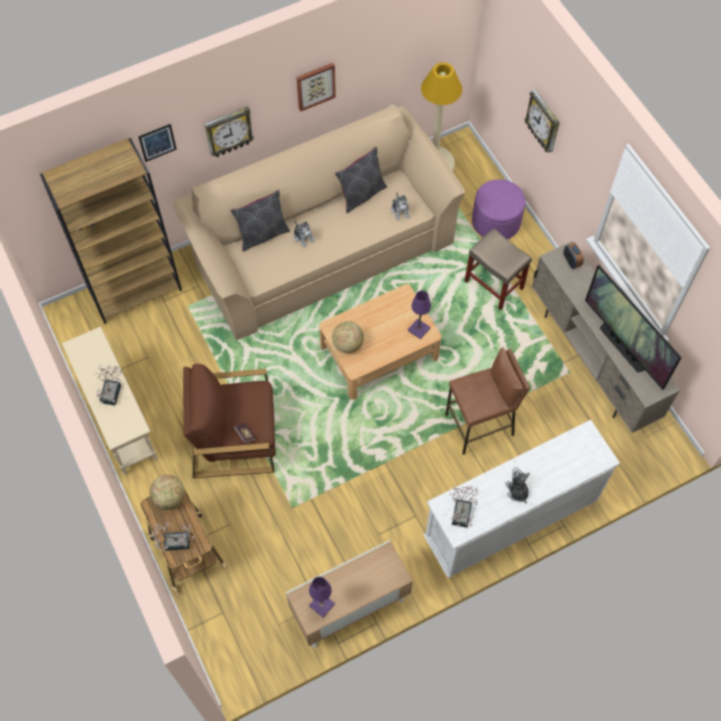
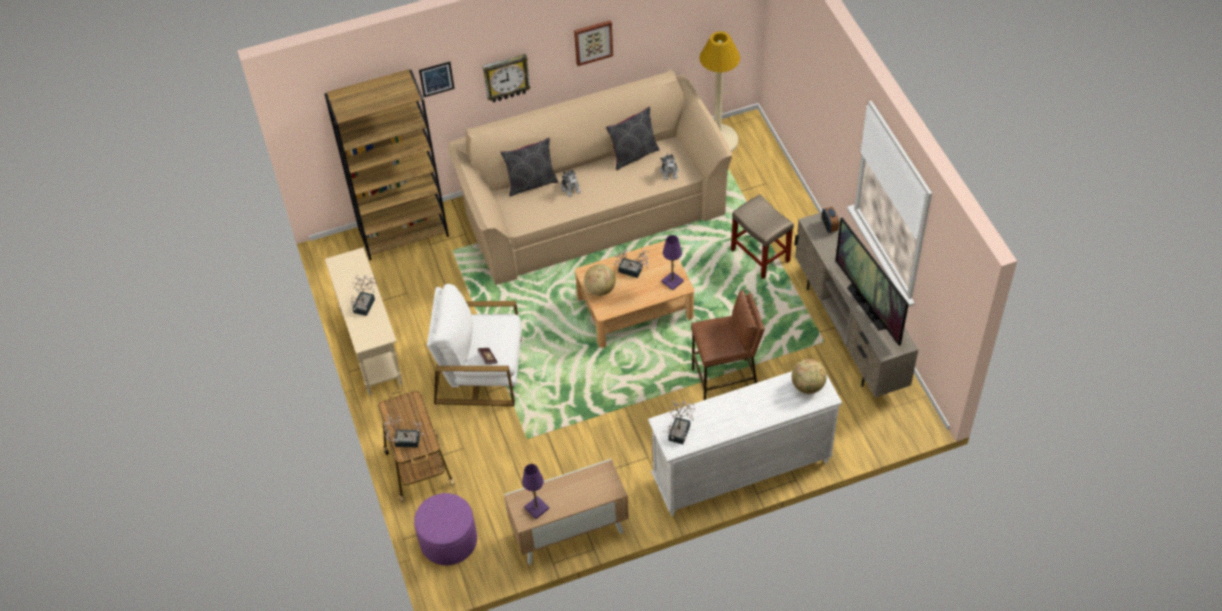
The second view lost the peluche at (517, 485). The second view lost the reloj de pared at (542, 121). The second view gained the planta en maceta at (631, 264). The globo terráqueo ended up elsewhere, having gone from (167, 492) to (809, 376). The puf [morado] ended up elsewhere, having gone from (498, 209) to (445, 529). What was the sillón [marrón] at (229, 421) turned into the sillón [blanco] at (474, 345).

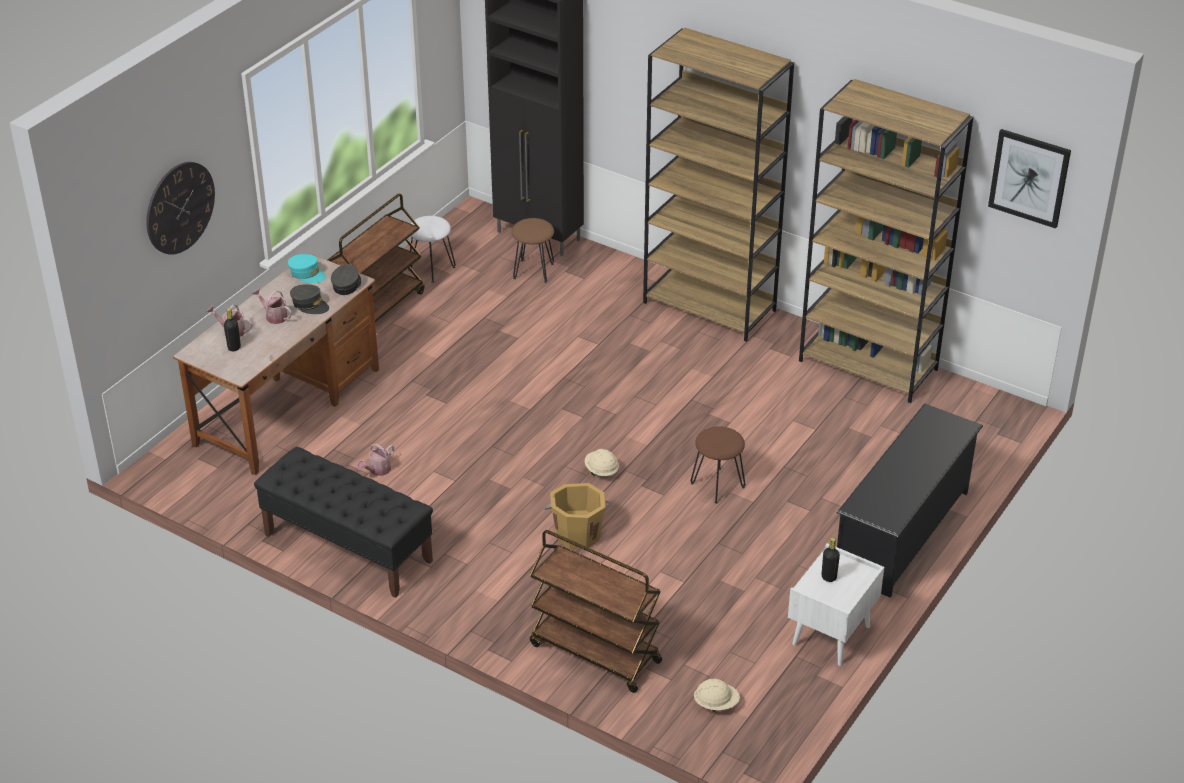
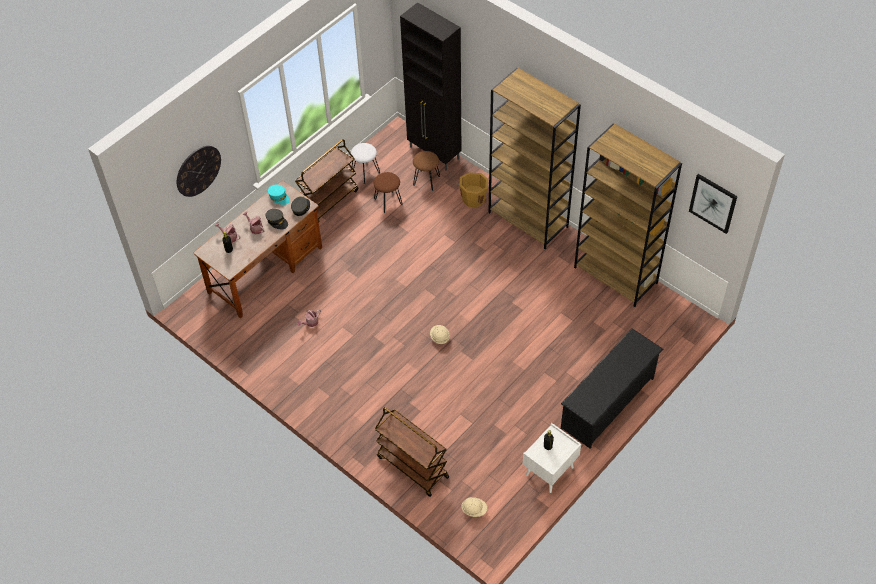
The second view lost the banco [negro] at (343, 522). The cubo [naranja] ended up elsewhere, having gone from (577, 516) to (474, 190). The taburete [marrón] ended up elsewhere, having gone from (718, 465) to (388, 192).

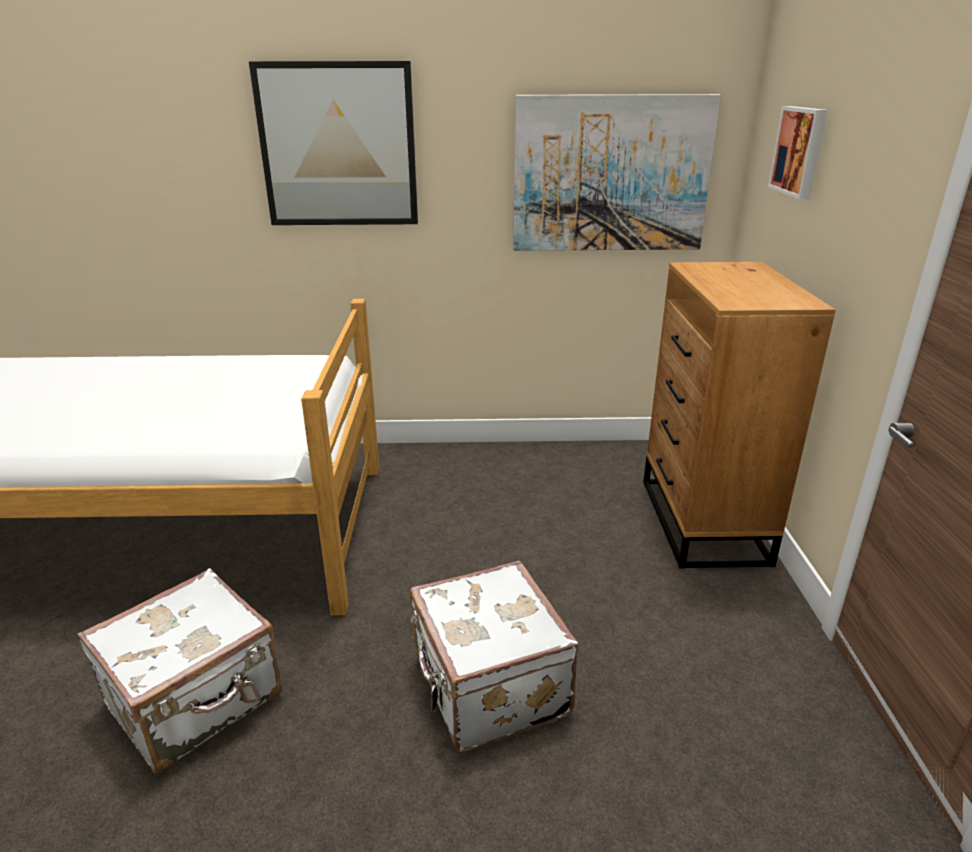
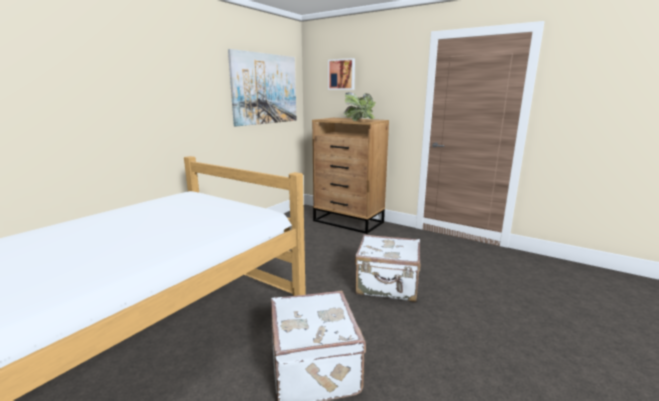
The second view lost the cuadro at (333, 143). The second view gained the planta en maceta at (360, 106).

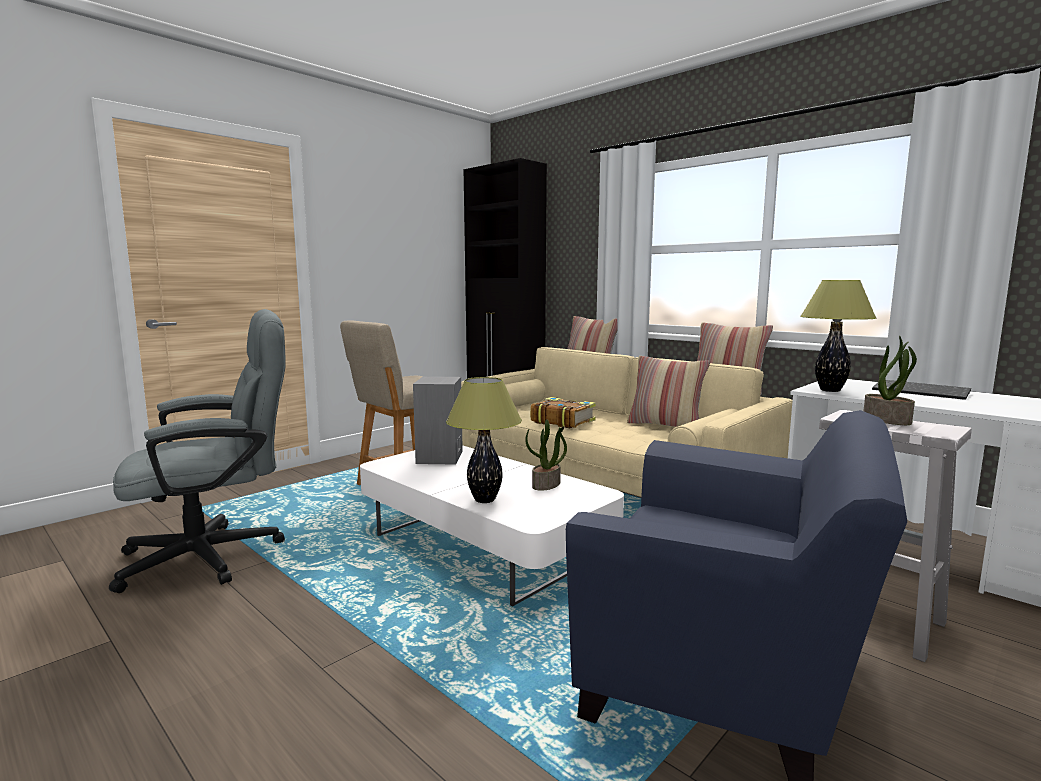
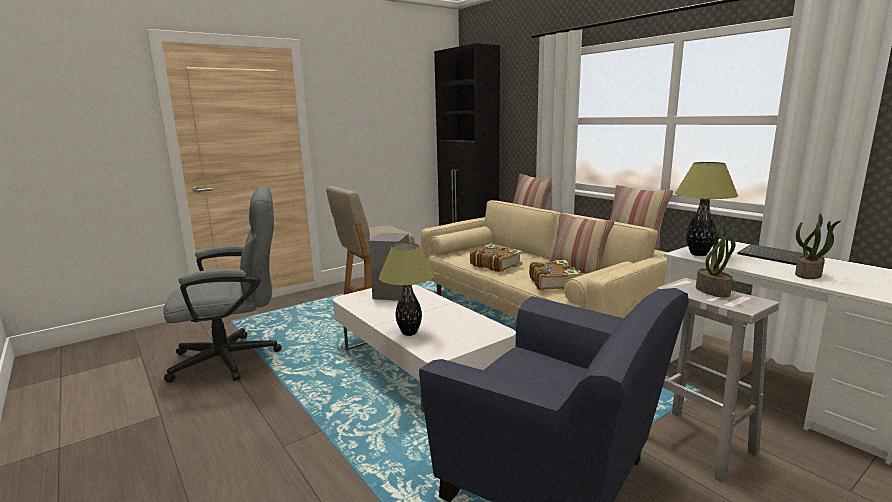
The second view gained the libro at (555, 275). The planta en maceta ended up elsewhere, having gone from (546, 455) to (818, 246).

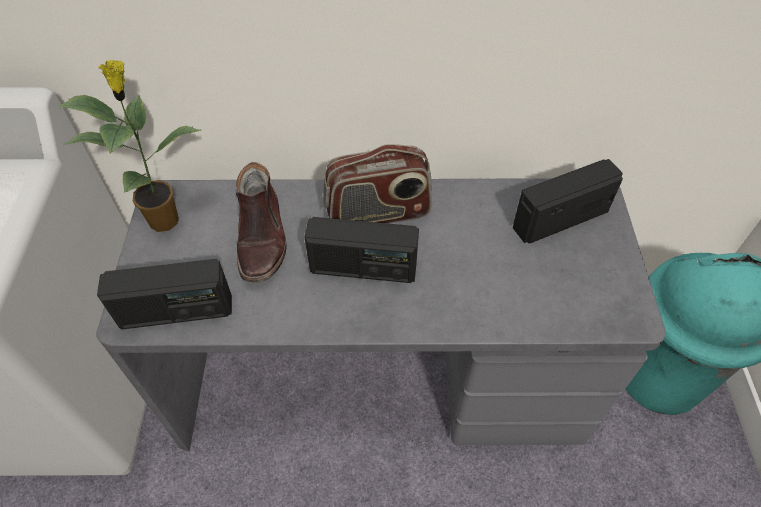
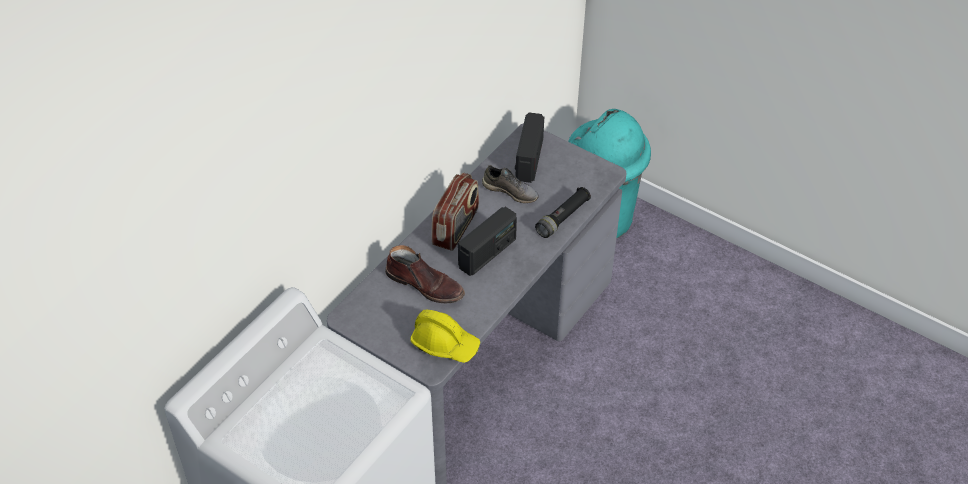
The second view lost the planta en maceta at (129, 146). The second view gained the zapato [gris] at (510, 184). The second view gained the linterna [negro] at (563, 212). Where the radio stood at (164, 294), the casco [amarillo] came to stand at (445, 336).

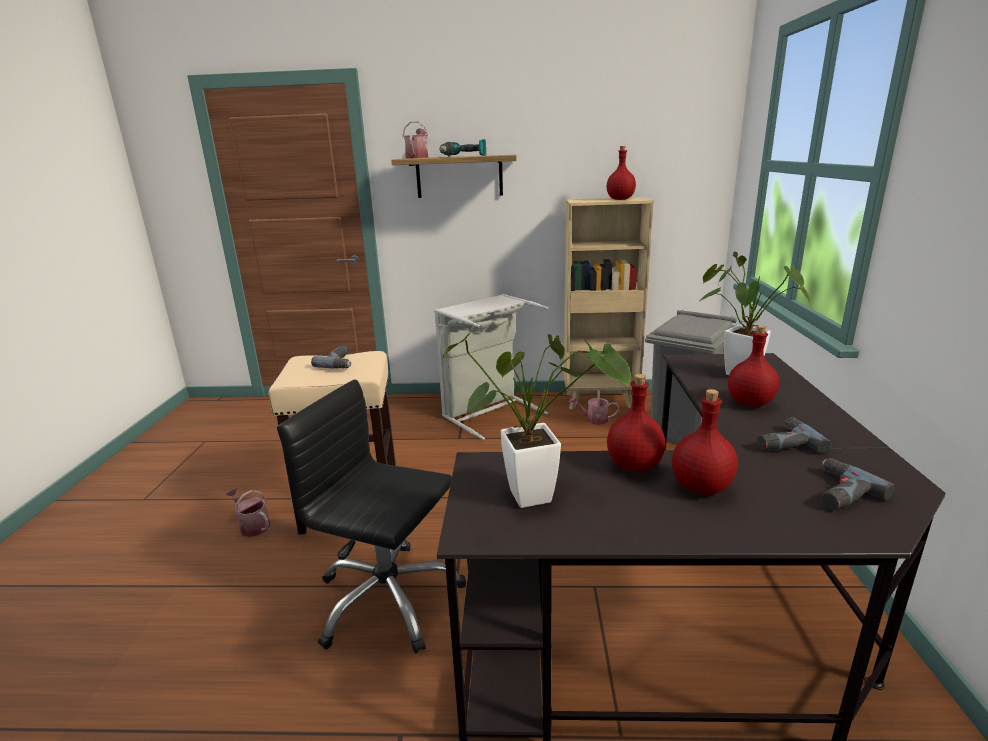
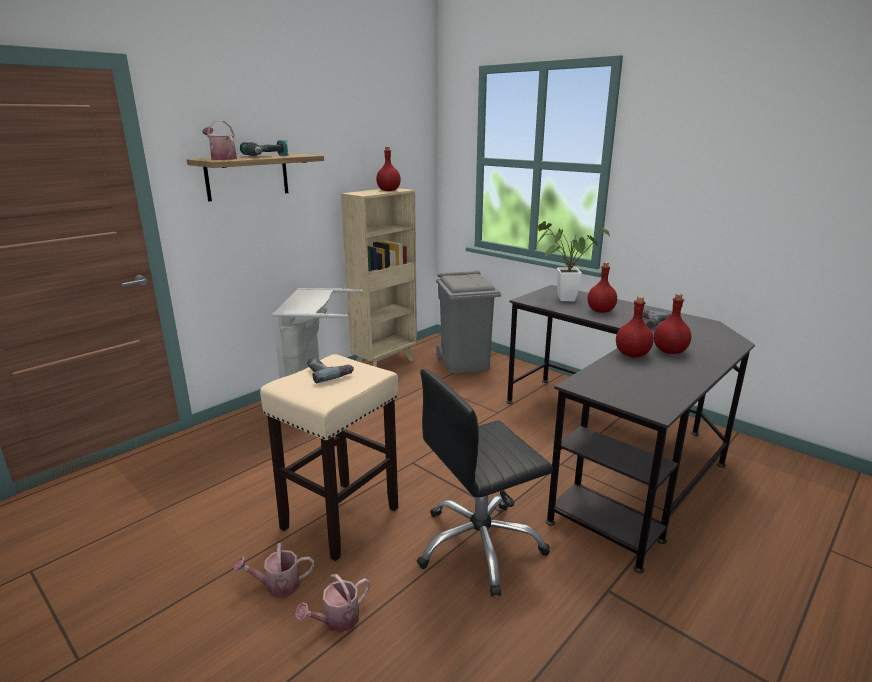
The second view lost the planta en maceta at (537, 420). The second view lost the taladro at (858, 484). The regadera ended up elsewhere, having gone from (594, 407) to (332, 603).

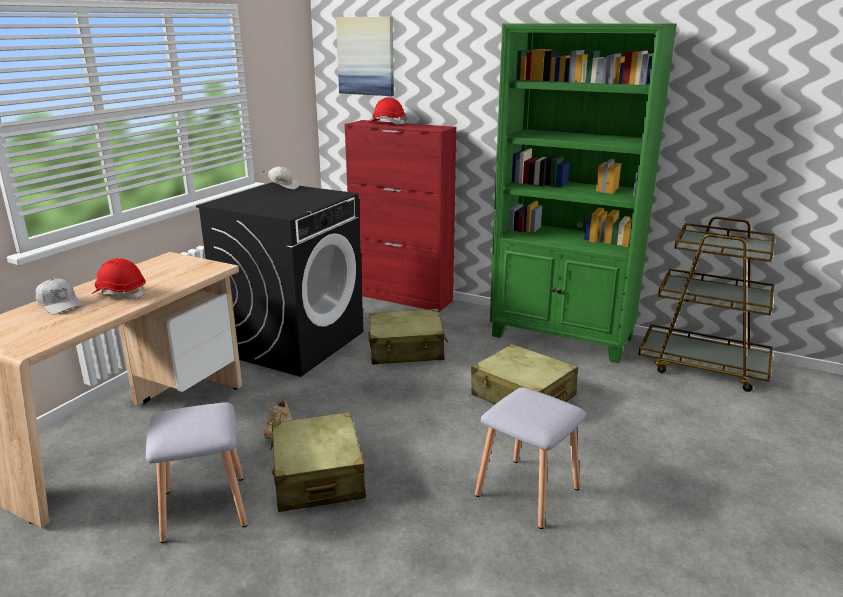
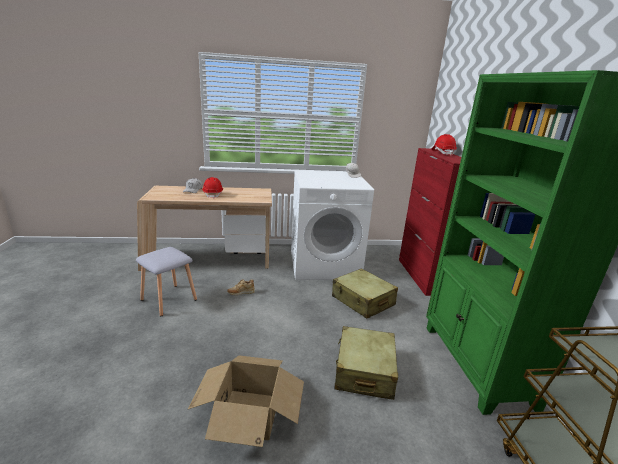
The second view lost the maleta [beis] at (318, 462). The second view lost the cuadro at (365, 56). Where the taburete [gris] stood at (530, 458), the caja de cartón came to stand at (246, 401). What was the lavadora [negro] at (279, 279) turned into the lavadora [blanco] at (332, 225).

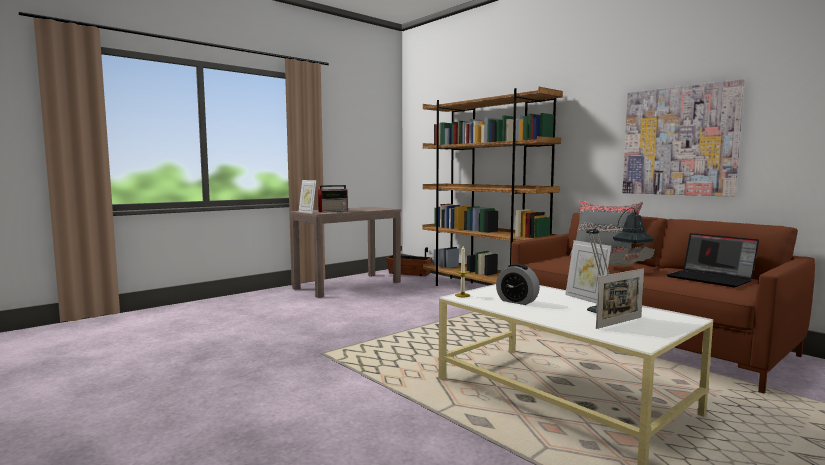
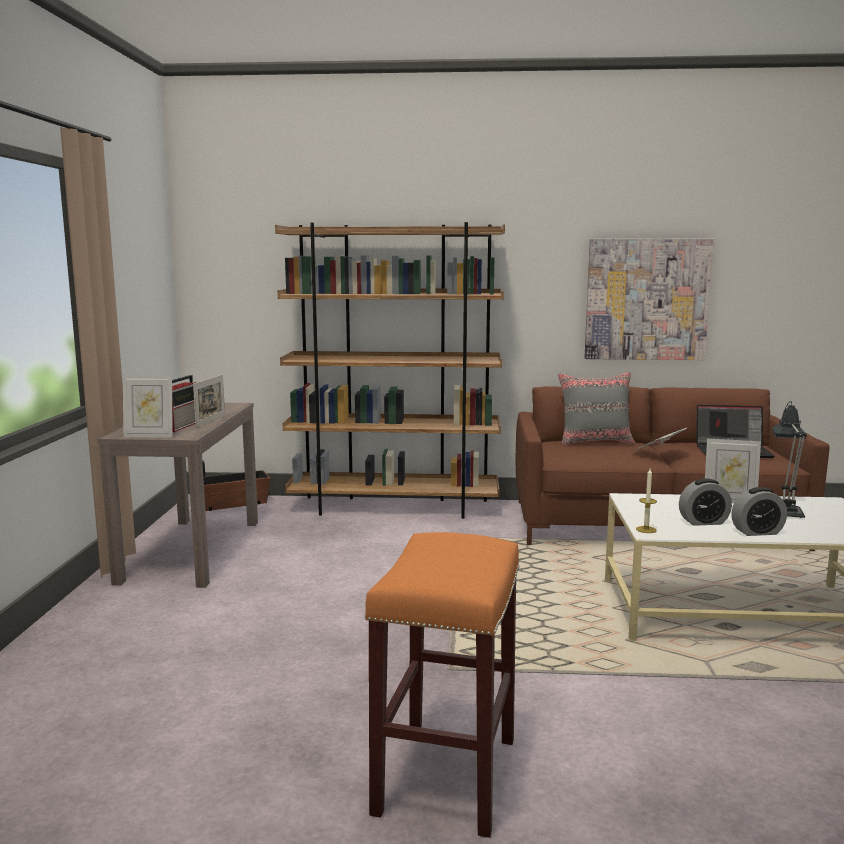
The second view gained the taburete [naranja] at (442, 685). The second view gained the despertador at (759, 511). The portarretratos ended up elsewhere, having gone from (620, 299) to (209, 401).

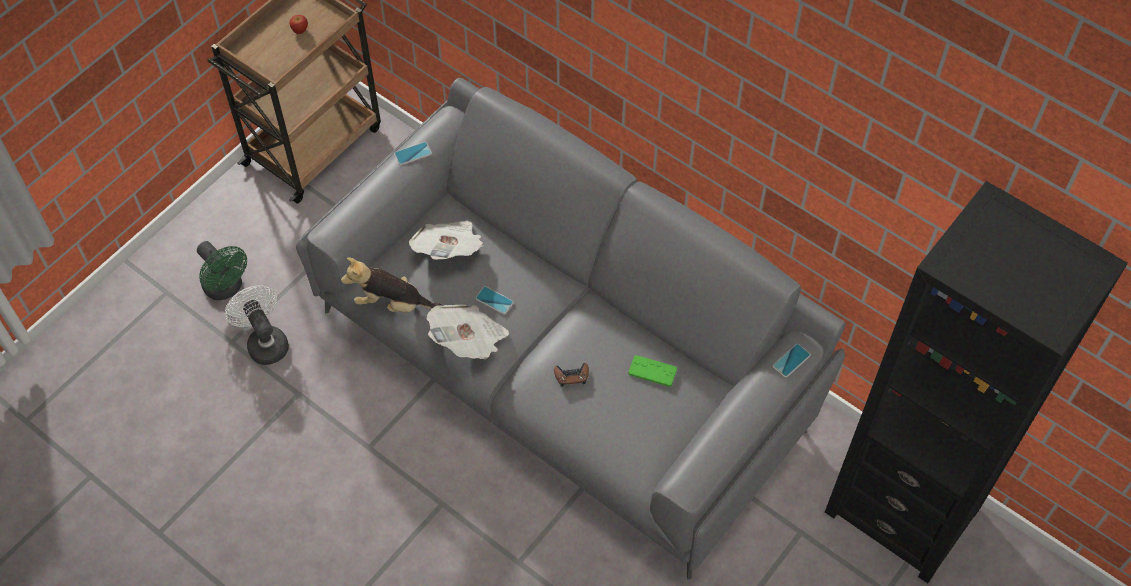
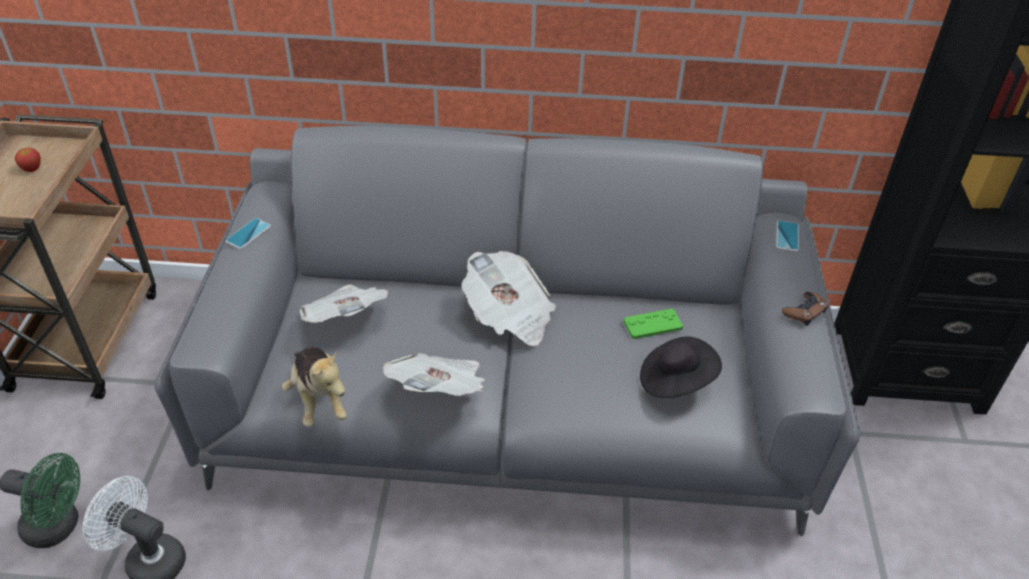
The second view lost the móvil at (494, 300). The second view gained the periódico at (508, 298). The second view gained the sombrero [negro] at (681, 367). The mando de consola [marrón] ended up elsewhere, having gone from (571, 375) to (805, 309). The peluche at (391, 285) ended up facing another way, 90 degrees counterclockwise from before.

